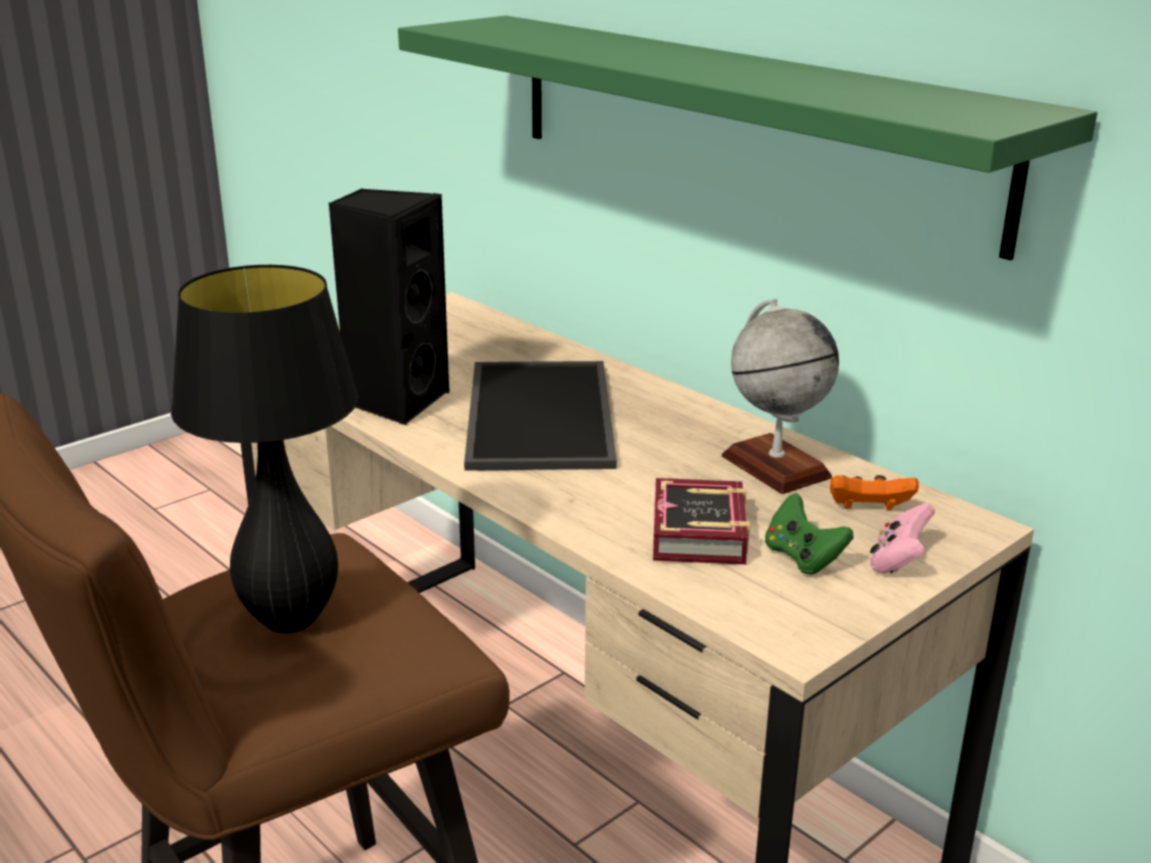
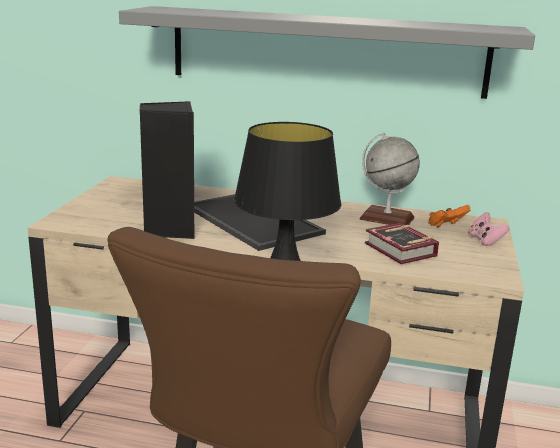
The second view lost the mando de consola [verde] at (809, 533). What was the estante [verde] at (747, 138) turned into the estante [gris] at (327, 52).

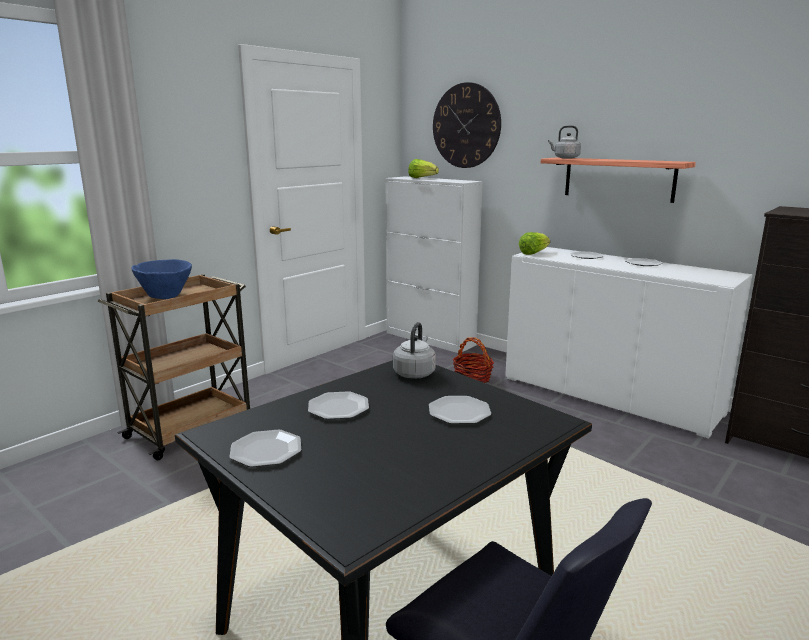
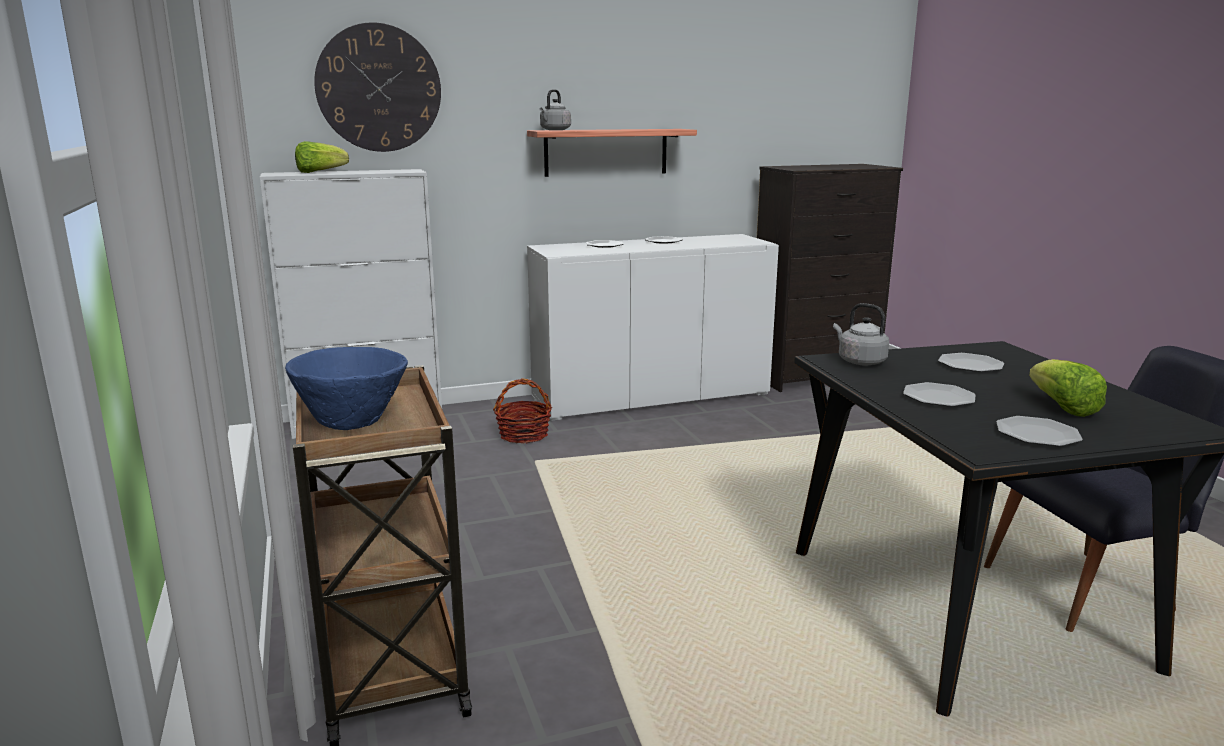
The lechuga ended up elsewhere, having gone from (534, 243) to (1068, 388).

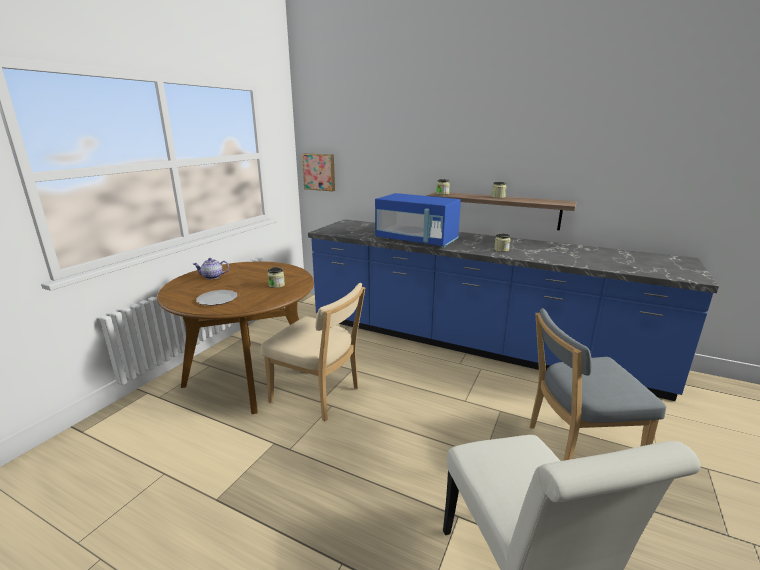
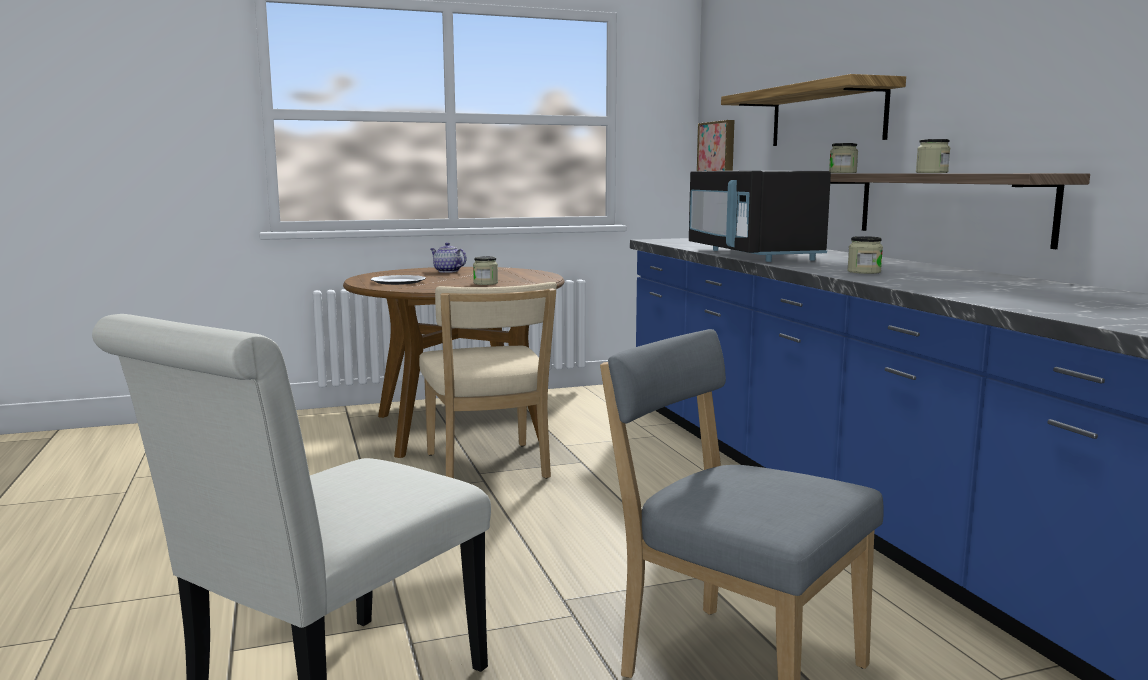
The second view gained the estante at (813, 110). What was the microondas [azul] at (418, 220) turned into the microondas [negro] at (760, 216).

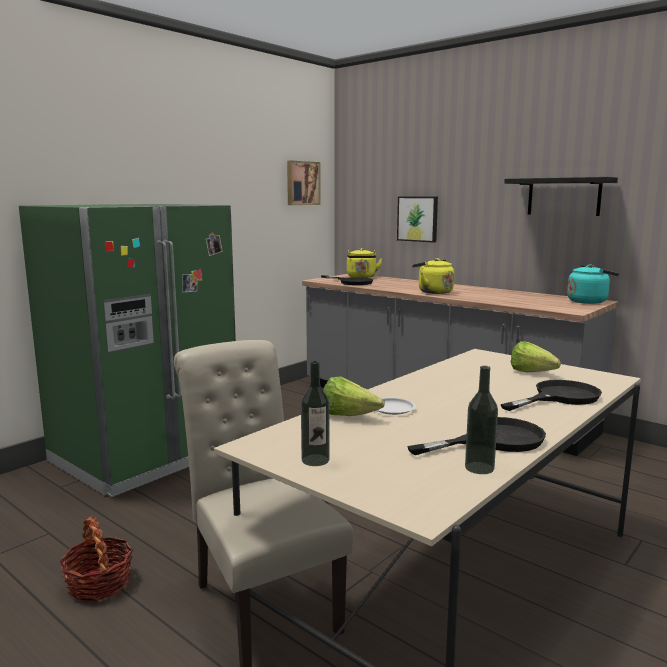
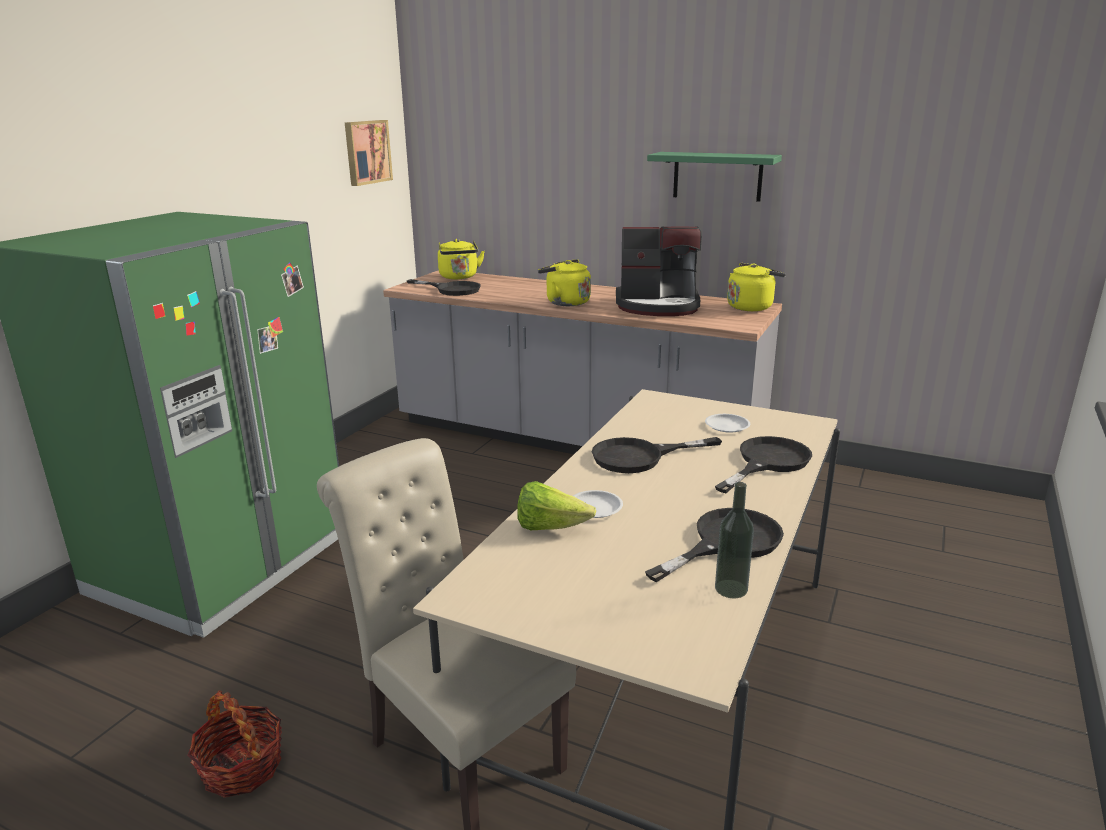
The second view lost the botella at (315, 413). The second view lost the cuadro at (417, 220). The second view gained the sartén [negro] at (657, 455). The second view gained the cafetera at (659, 271). Where the lechuga stood at (536, 356), the plato [blanco] came to stand at (727, 423). What was the estante [negro] at (561, 196) turned into the estante [verde] at (714, 177). What was the hervidor [turquesa] at (593, 284) turned into the hervidor [amarillo] at (756, 287).

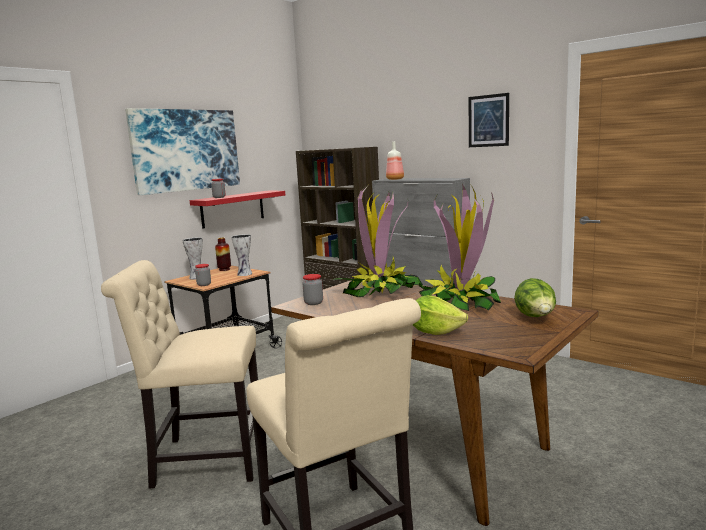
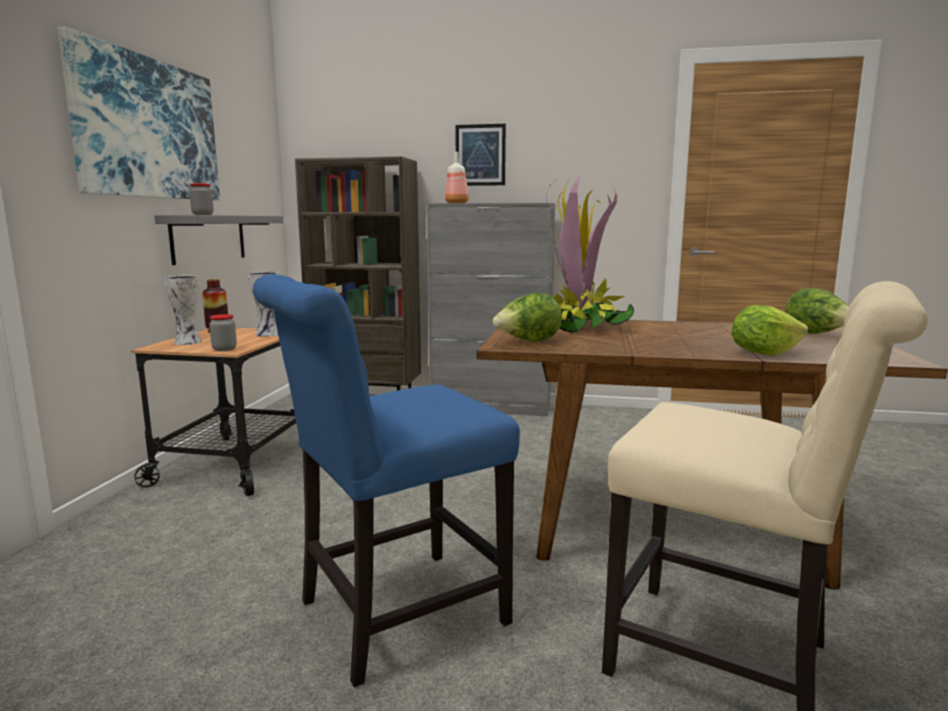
The second view lost the planta en maceta at (460, 247). The cuadro ended up elsewhere, having gone from (489, 120) to (480, 155). Where the tarro stood at (312, 289), the lechuga came to stand at (527, 317). What was the silla [beis] at (179, 374) turned into the silla [azul] at (386, 480). What was the estante [rojo] at (237, 209) turned into the estante [gris] at (218, 240).

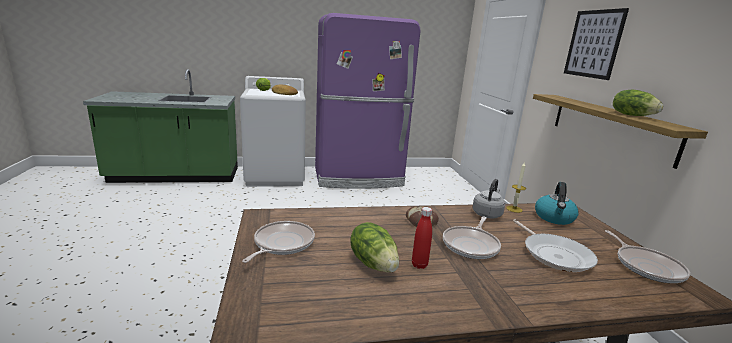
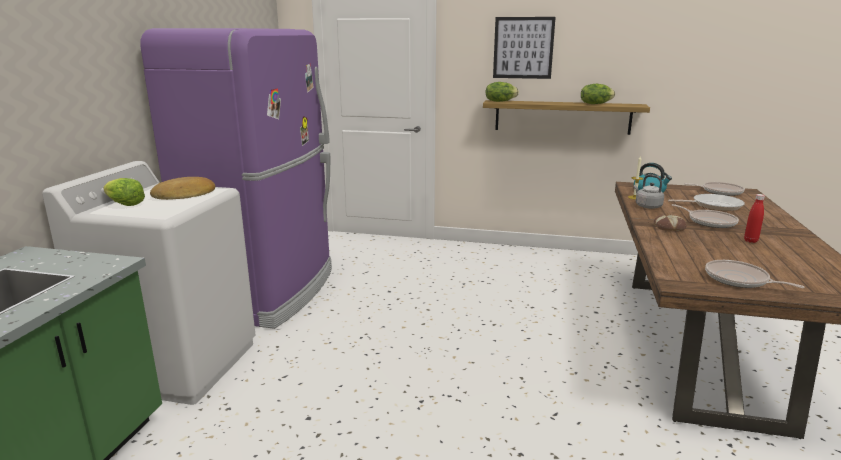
The lechuga ended up elsewhere, having gone from (374, 247) to (502, 92).

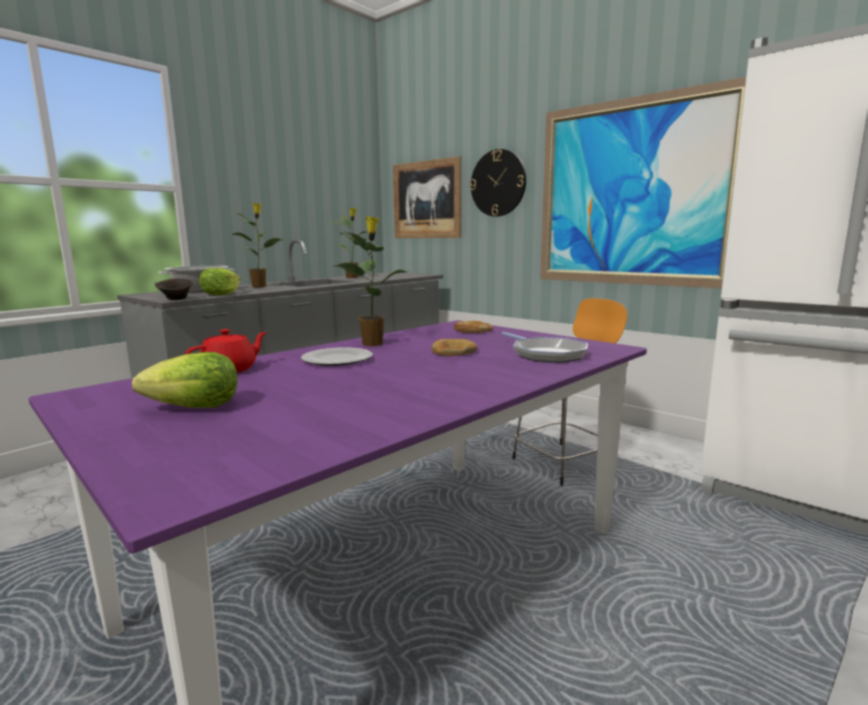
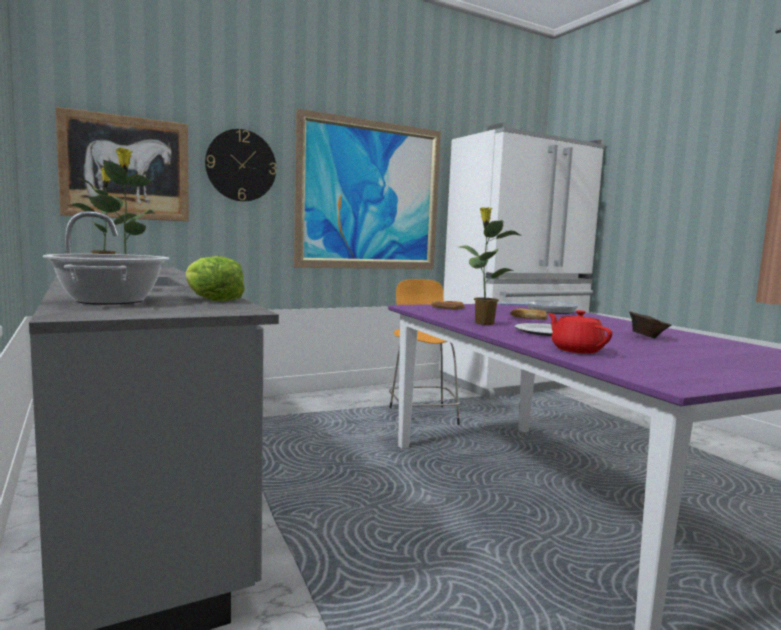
The second view lost the lechuga at (185, 380). The cuenco [marrón] ended up elsewhere, having gone from (174, 289) to (650, 325).

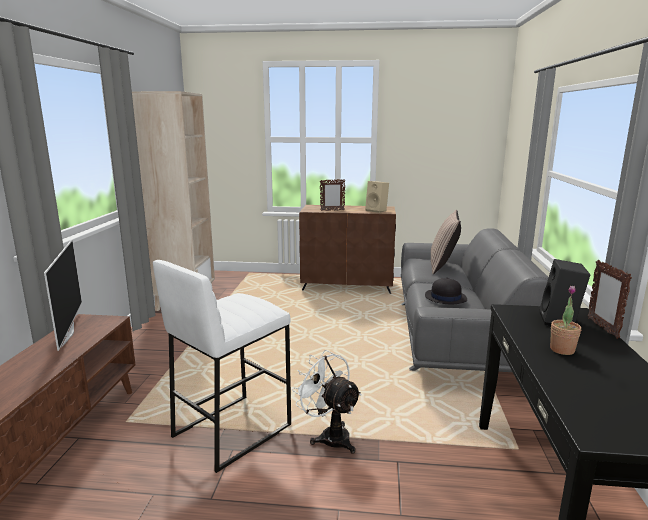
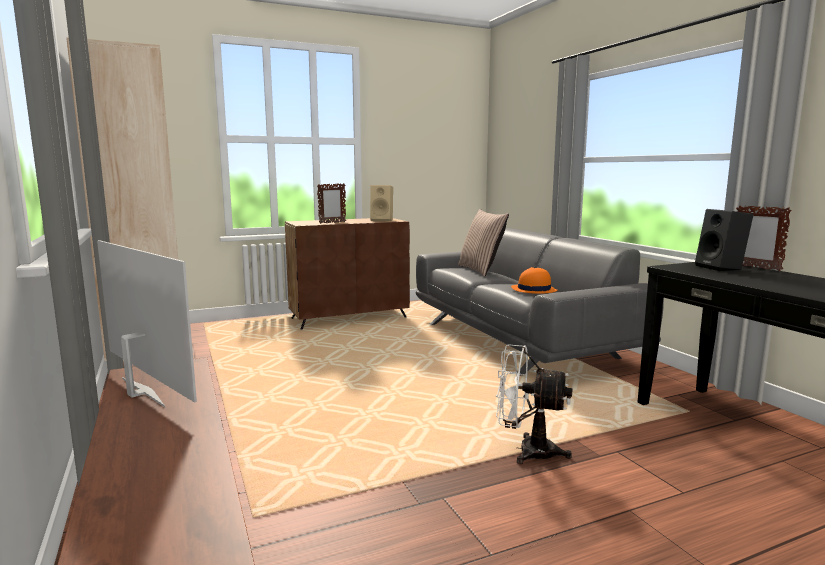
The second view lost the taburete [blanco] at (222, 366). The second view lost the planta en maceta at (565, 320). What was the sombrero [negro] at (446, 290) turned into the sombrero [naranja] at (534, 280).

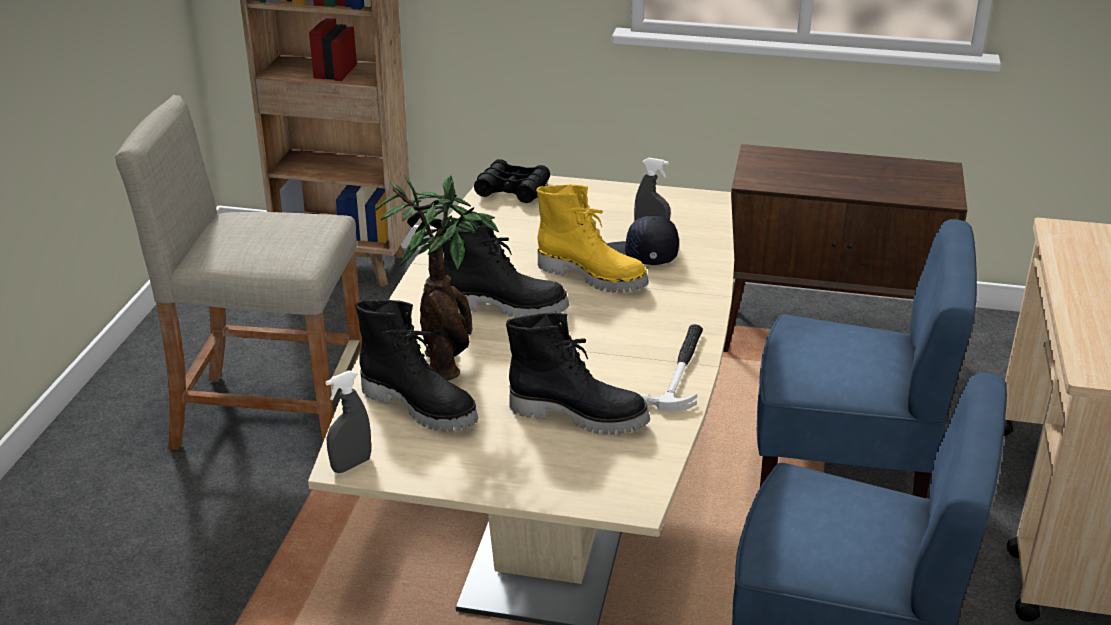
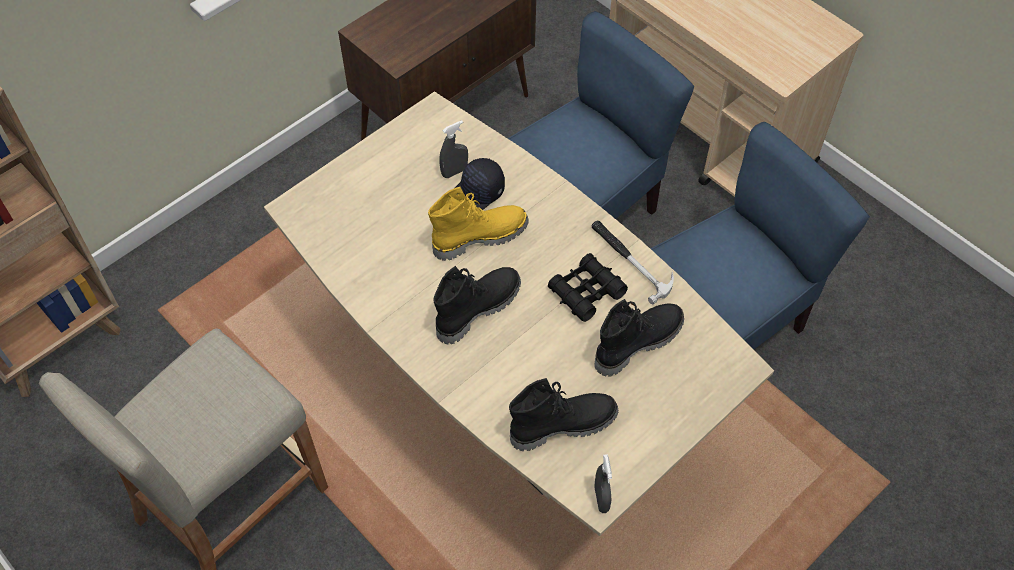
The second view lost the planta en maceta at (436, 277). The prismáticos [negro] ended up elsewhere, having gone from (512, 181) to (588, 287).

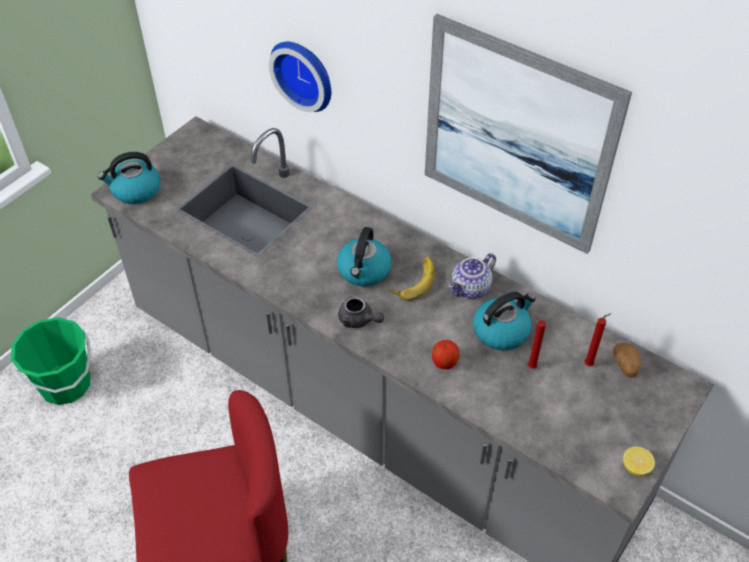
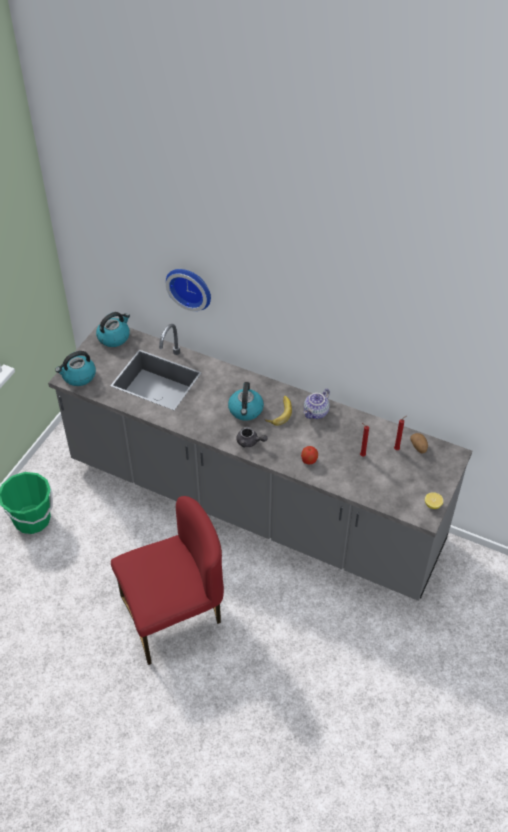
The second view lost the cuadro at (528, 134). The hervidor ended up elsewhere, having gone from (504, 321) to (113, 329).

